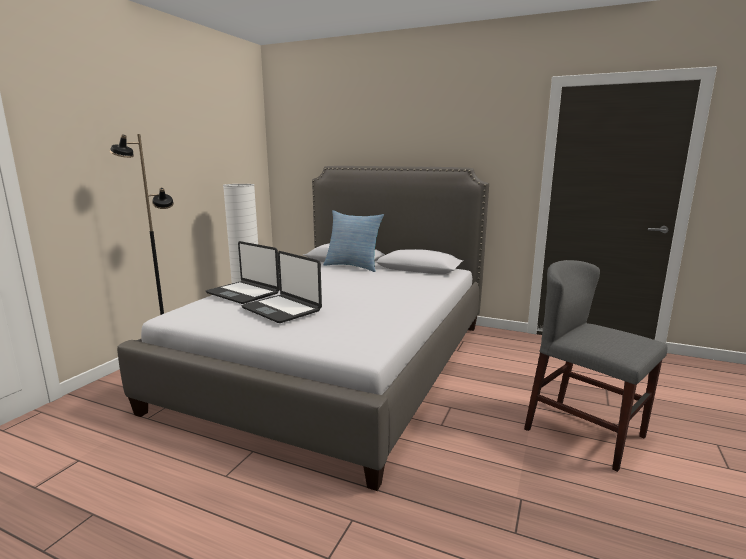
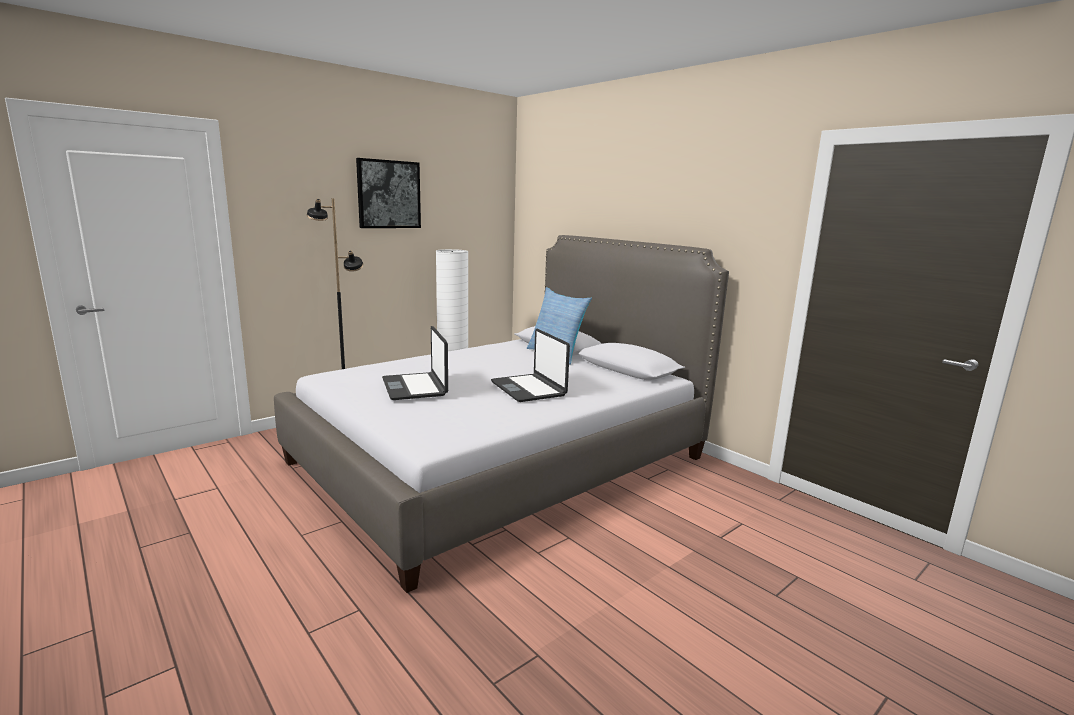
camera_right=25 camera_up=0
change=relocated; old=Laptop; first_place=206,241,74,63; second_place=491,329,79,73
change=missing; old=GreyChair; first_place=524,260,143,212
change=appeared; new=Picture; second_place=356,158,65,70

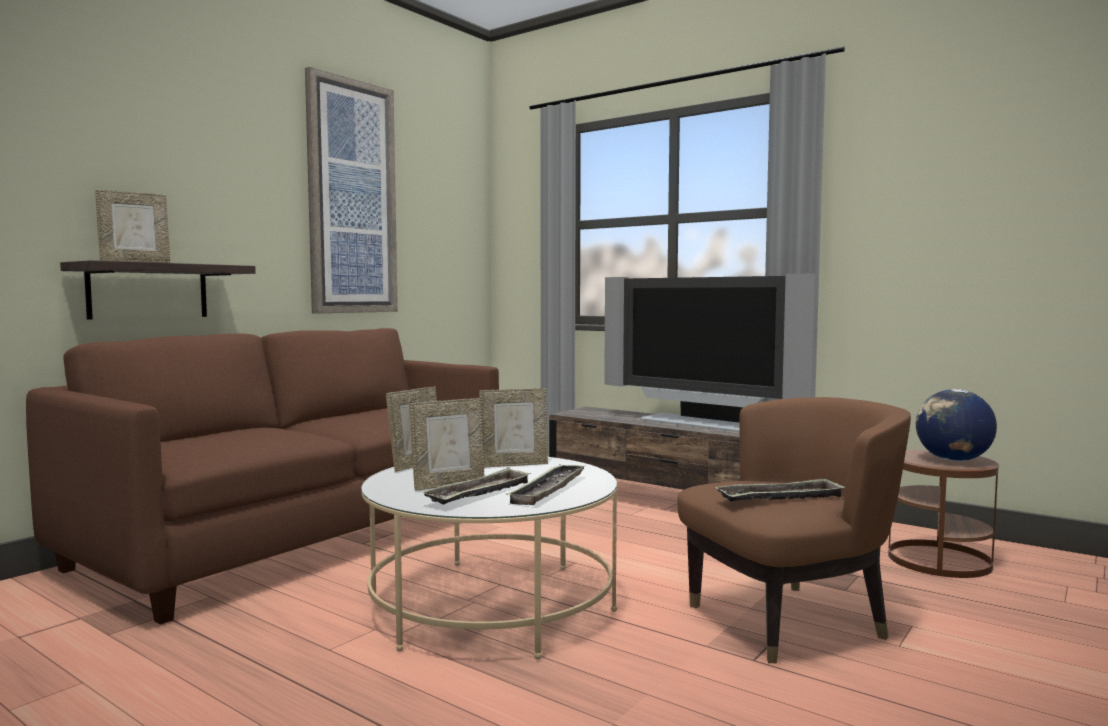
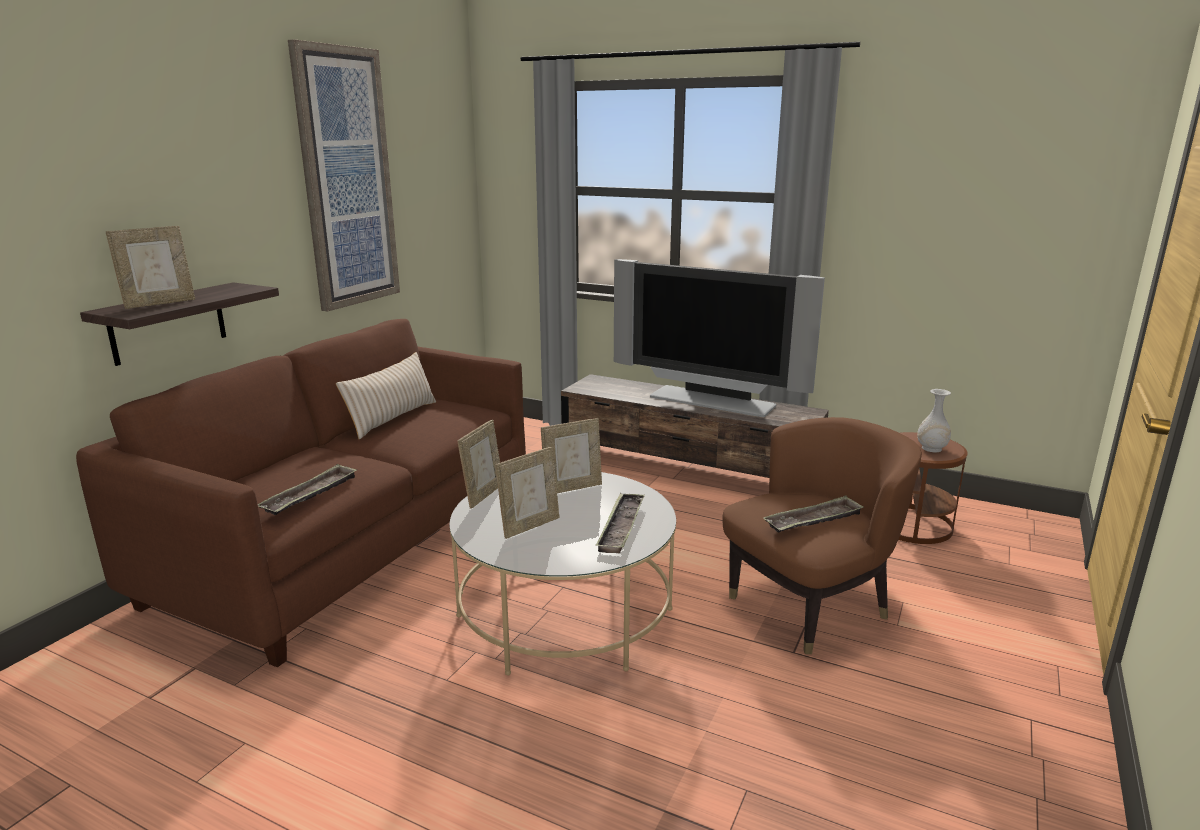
camera_right=-10 camera_up=15
change=relocated; old=Tray; first_place=421,468,110,37; second_place=258,464,99,51
change=exchanged; old=Globe; new=WhiteVase; first_place=916,389,81,72; second_place=917,389,34,63
change=appeared; new=BeigePillow; second_place=336,352,100,87

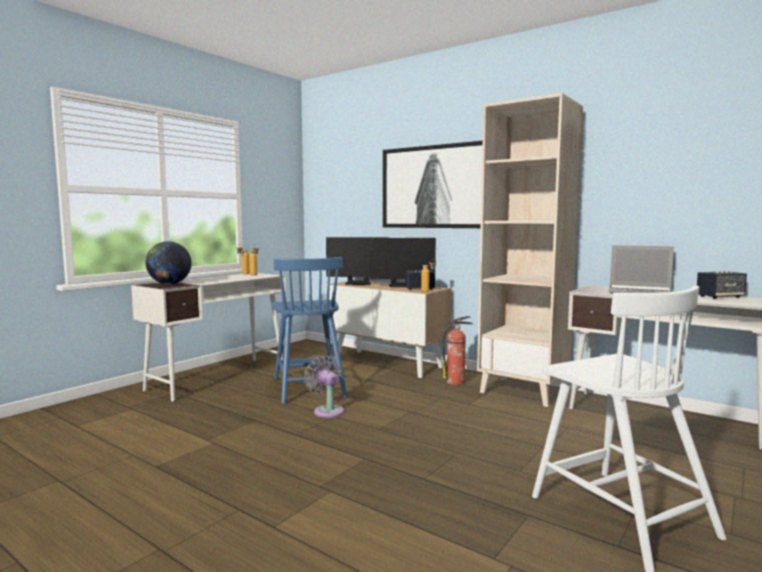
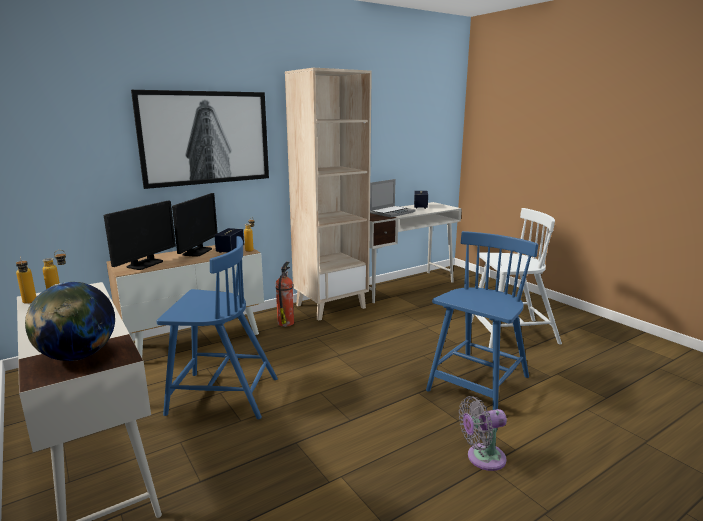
camera_right=-70 camera_up=10
change=relocated; old=GreyFan; first_place=304,355,40,63; second_place=459,396,48,75
change=appeared; new=BlueChair; second_place=426,231,112,179

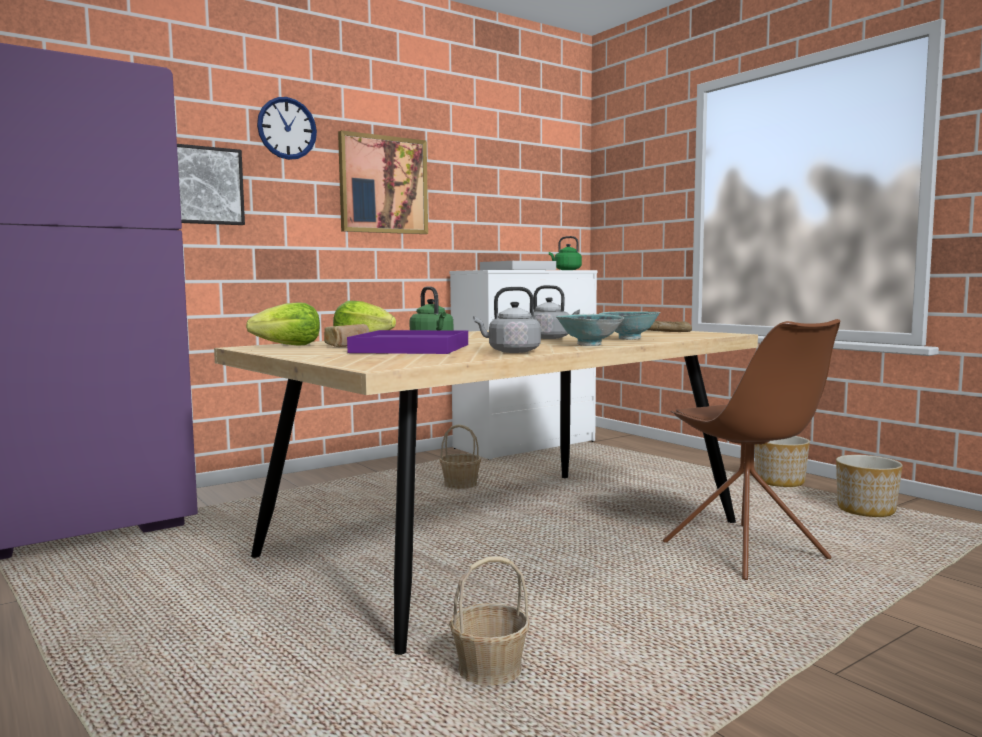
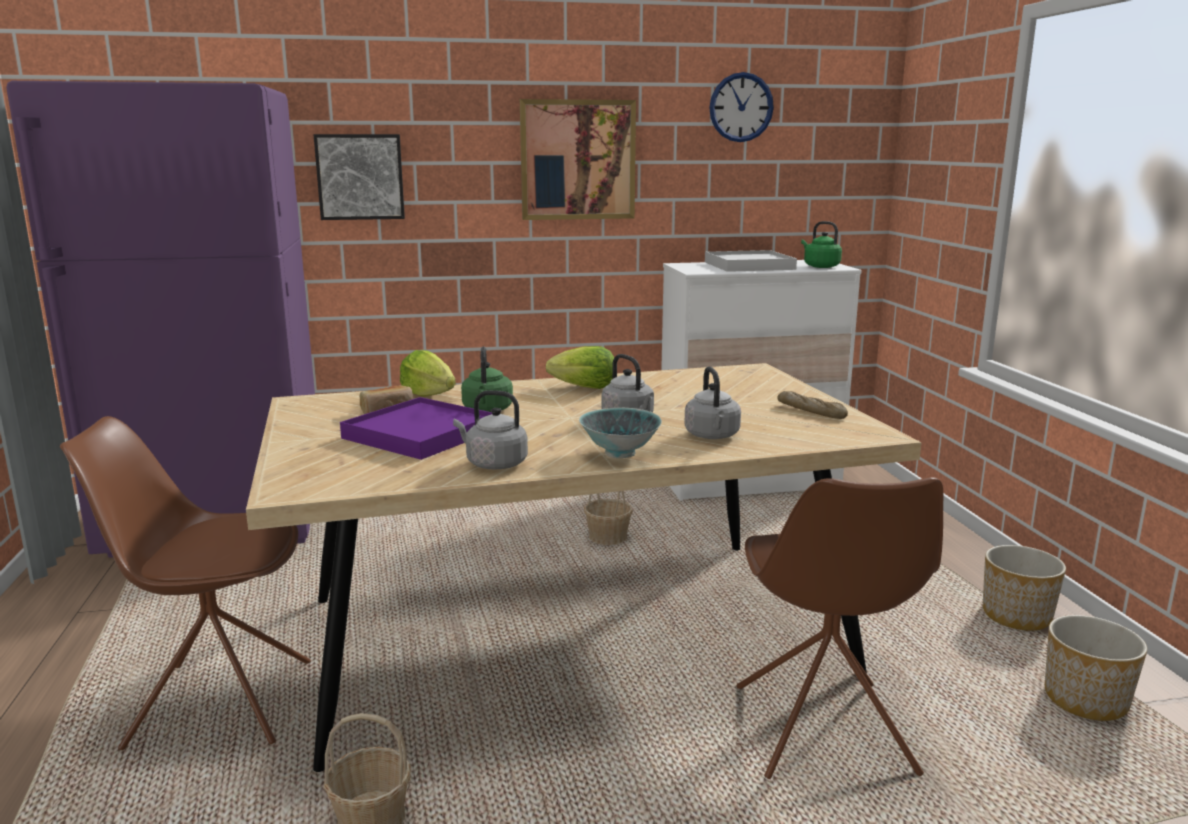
camera_right=25 camera_up=10
change=relocated; old=Lettuce; first_place=246,302,74,44; second_place=546,346,68,43
change=relocated; old=WallClock; first_place=257,97,60,63; second_place=709,72,65,70
change=exchanged; old=Bowl; new=GreyKettle; first_place=599,311,61,29; second_place=684,366,57,73
change=appeared; new=BrownChair; second_place=60,416,250,334

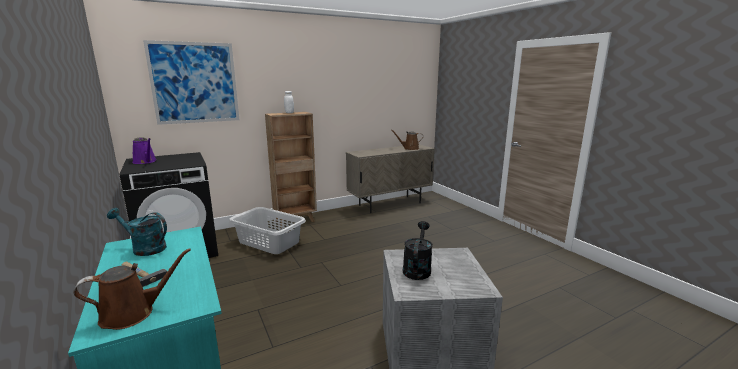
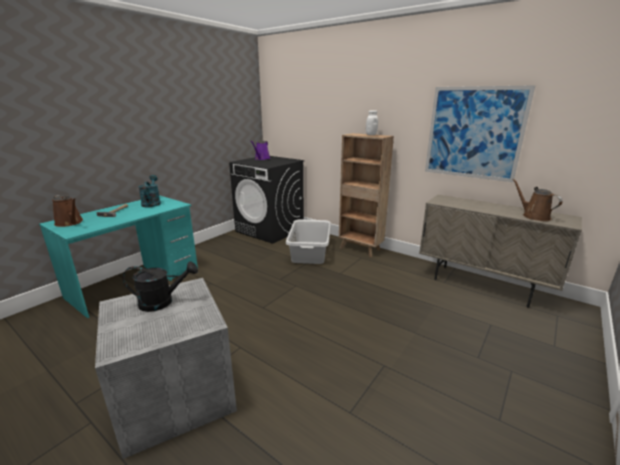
camera_right=65 camera_up=5
change=relocated; old=Picture; first_place=143,40,96,85; second_place=425,85,110,97

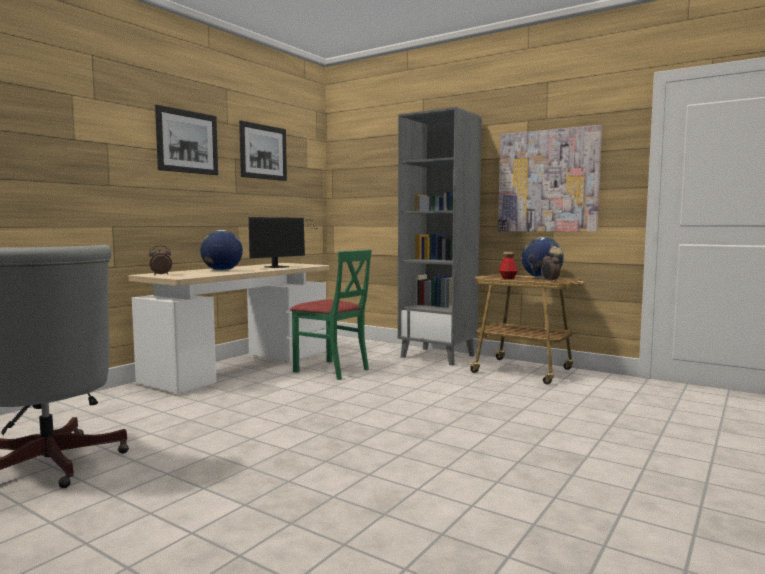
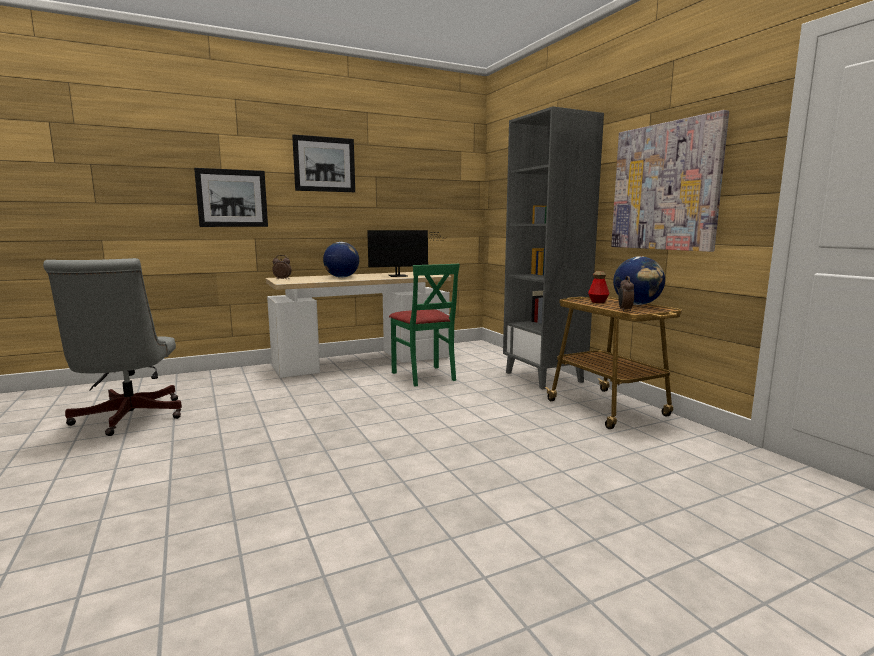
camera_right=30 camera_up=5
change=relocated; old=Picture; first_place=239,121,48,60; second_place=194,168,74,59

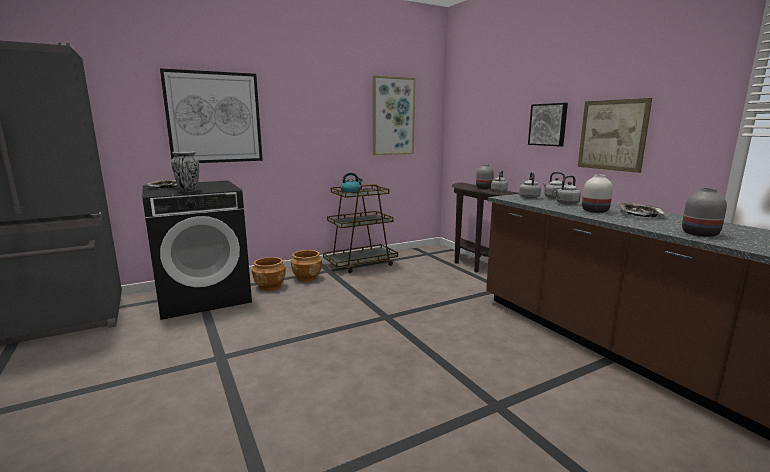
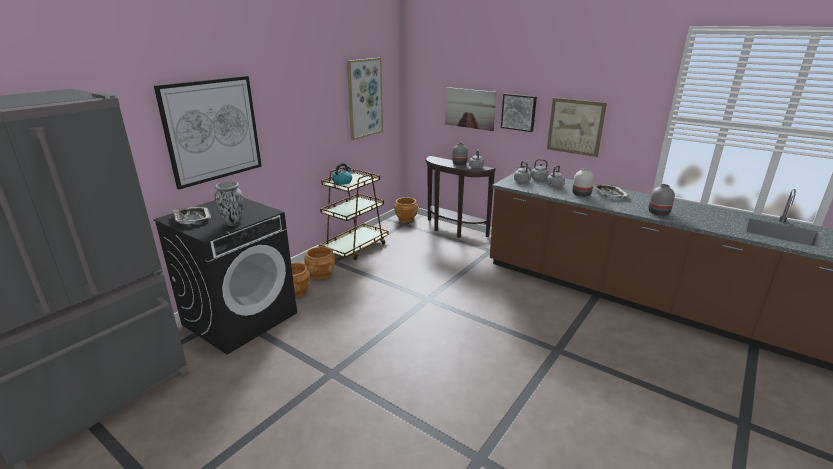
camera_right=-25 camera_up=10
change=appeared; new=BrownPlanter; second_place=394,197,24,25
change=appeared; new=Picture; second_place=445,87,51,44

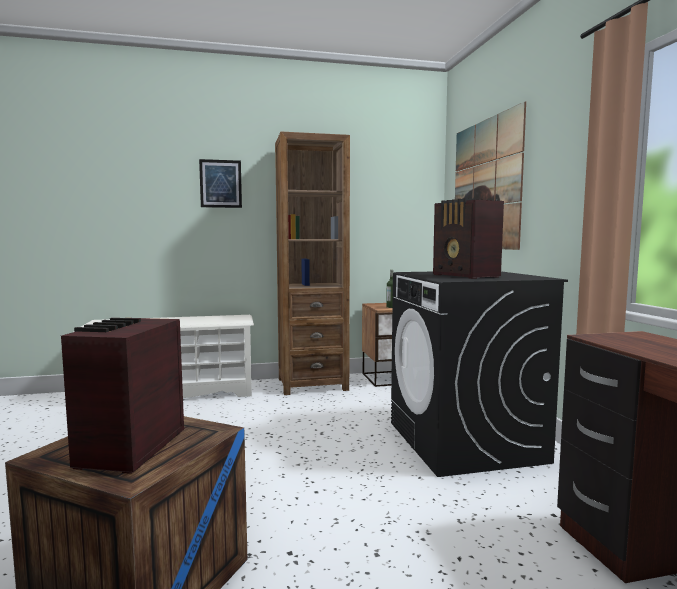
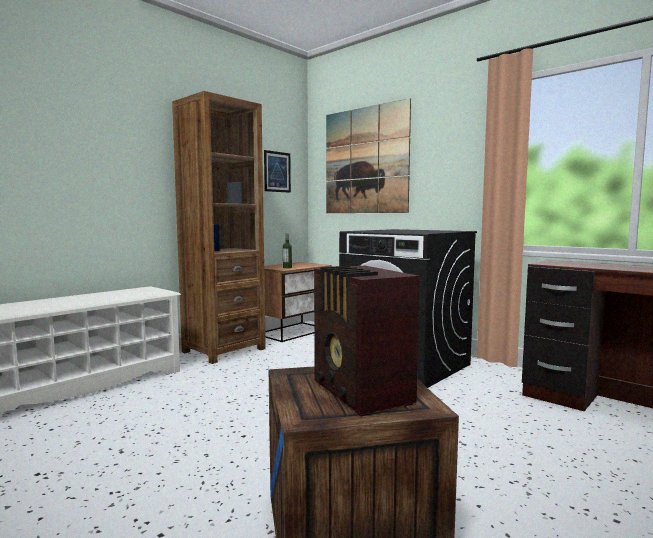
camera_right=-35 camera_up=0
change=relocated; old=Picture; first_place=199,159,43,49; second_place=264,150,27,43
change=missing; old=Radio; first_place=433,198,71,81

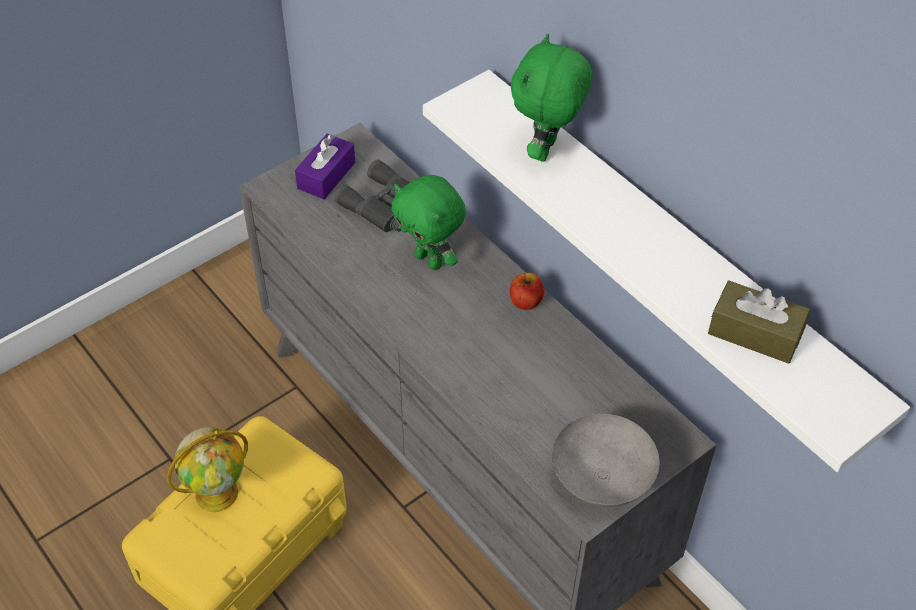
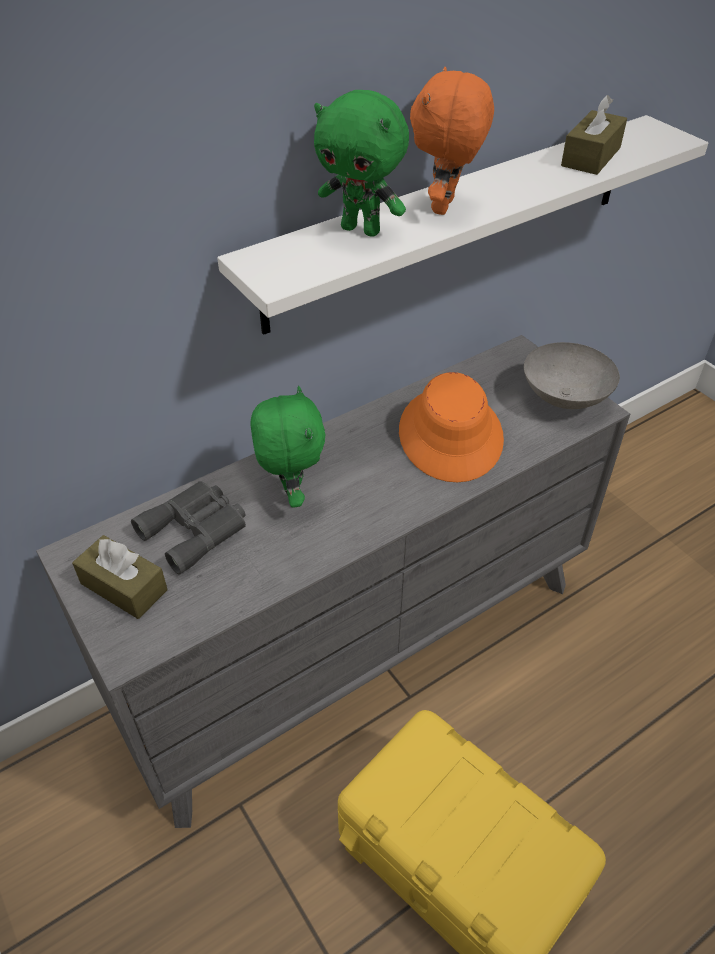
camera_right=-85 camera_up=-5
change=missing; old=Globe; first_place=167,427,81,85
change=colour; old=PurpleTissueBox; new=BrownTissueBox; first_place=295,134,60,65; second_place=72,535,96,84
change=spun; old=GreenPlushToy; first_place=391,175,75,95; second_place=251,386,75,122; degrees=-60
change=missing; old=Apple; first_place=510,273,35,37
change=appeared; new=OrangeHat; second_place=399,372,105,110
change=appeared; new=OrangePlushToy; second_place=410,67,84,148

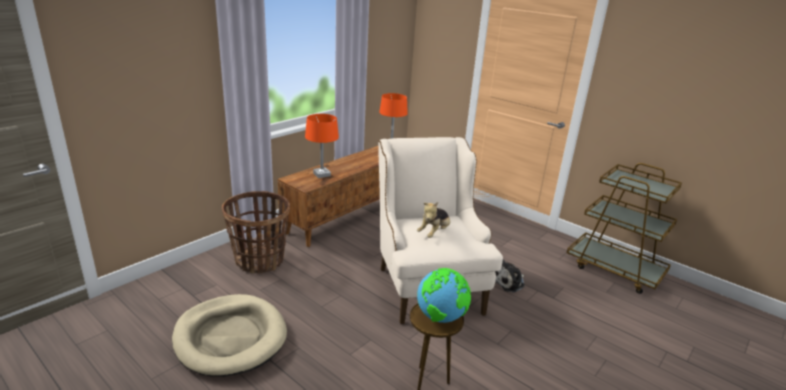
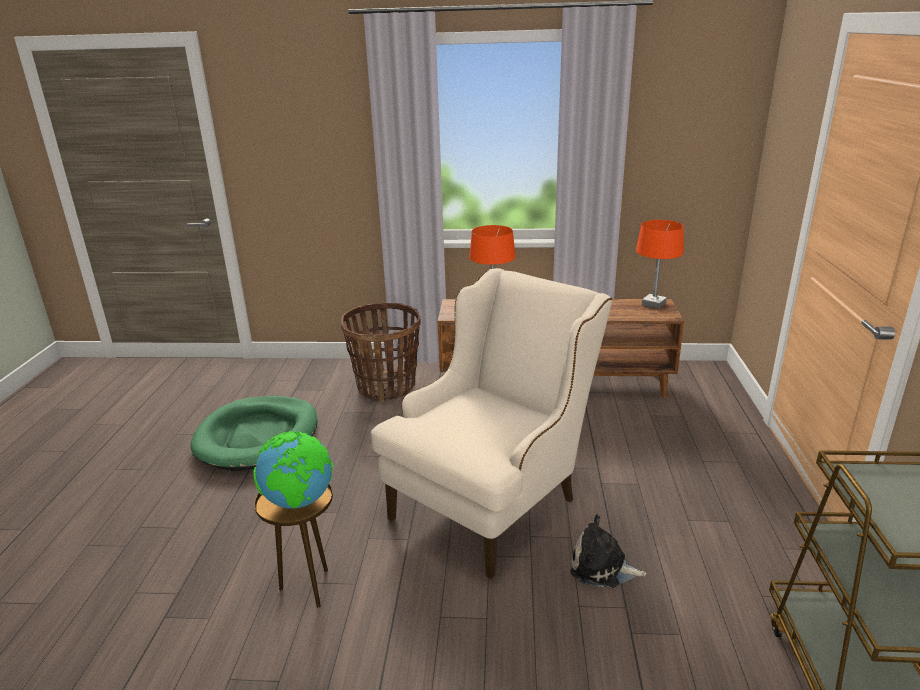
camera_right=55 camera_up=0
change=colour; old=BeigeDogBed; new=GreenDogBed; first_place=172,294,115,83; second_place=191,396,127,75
change=missing; old=PlushToy; first_place=417,202,33,36

